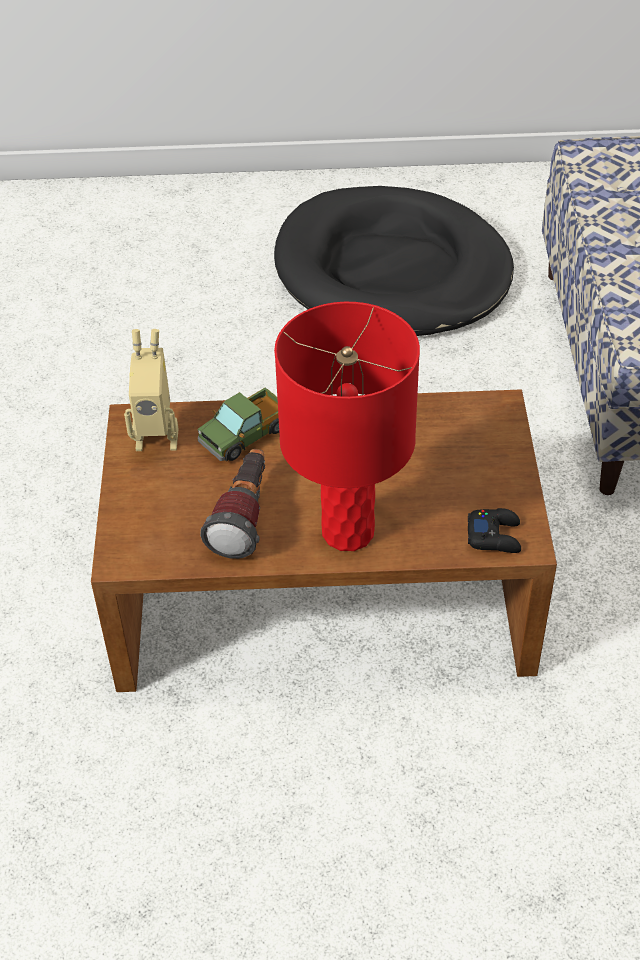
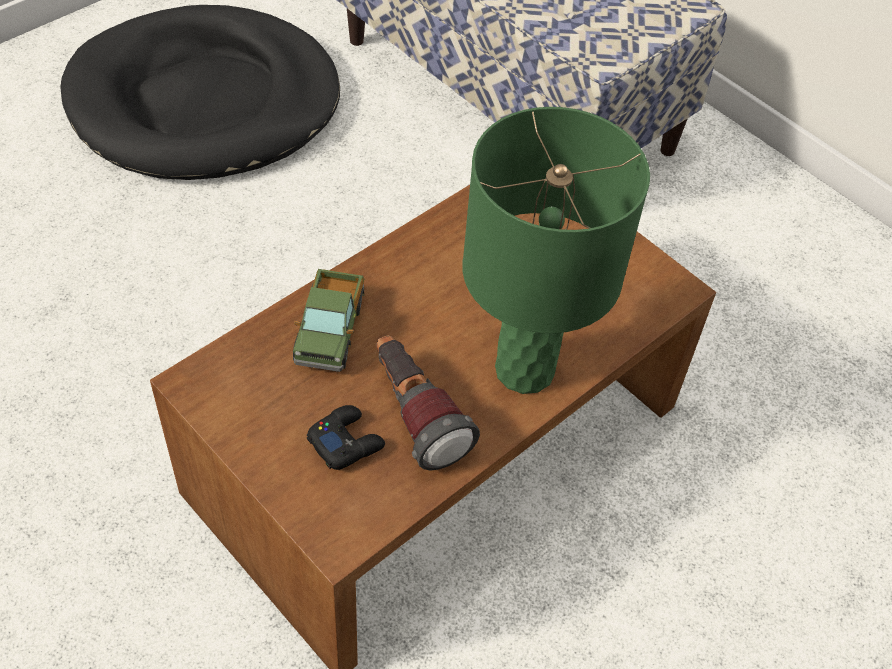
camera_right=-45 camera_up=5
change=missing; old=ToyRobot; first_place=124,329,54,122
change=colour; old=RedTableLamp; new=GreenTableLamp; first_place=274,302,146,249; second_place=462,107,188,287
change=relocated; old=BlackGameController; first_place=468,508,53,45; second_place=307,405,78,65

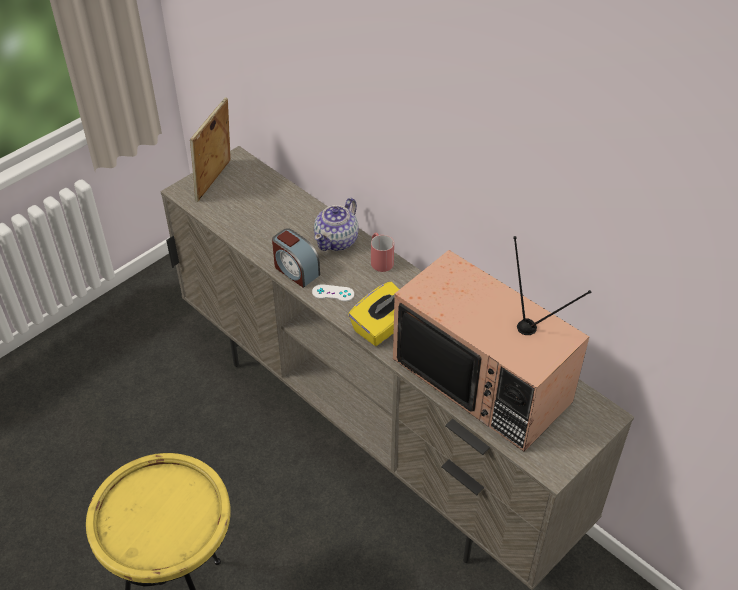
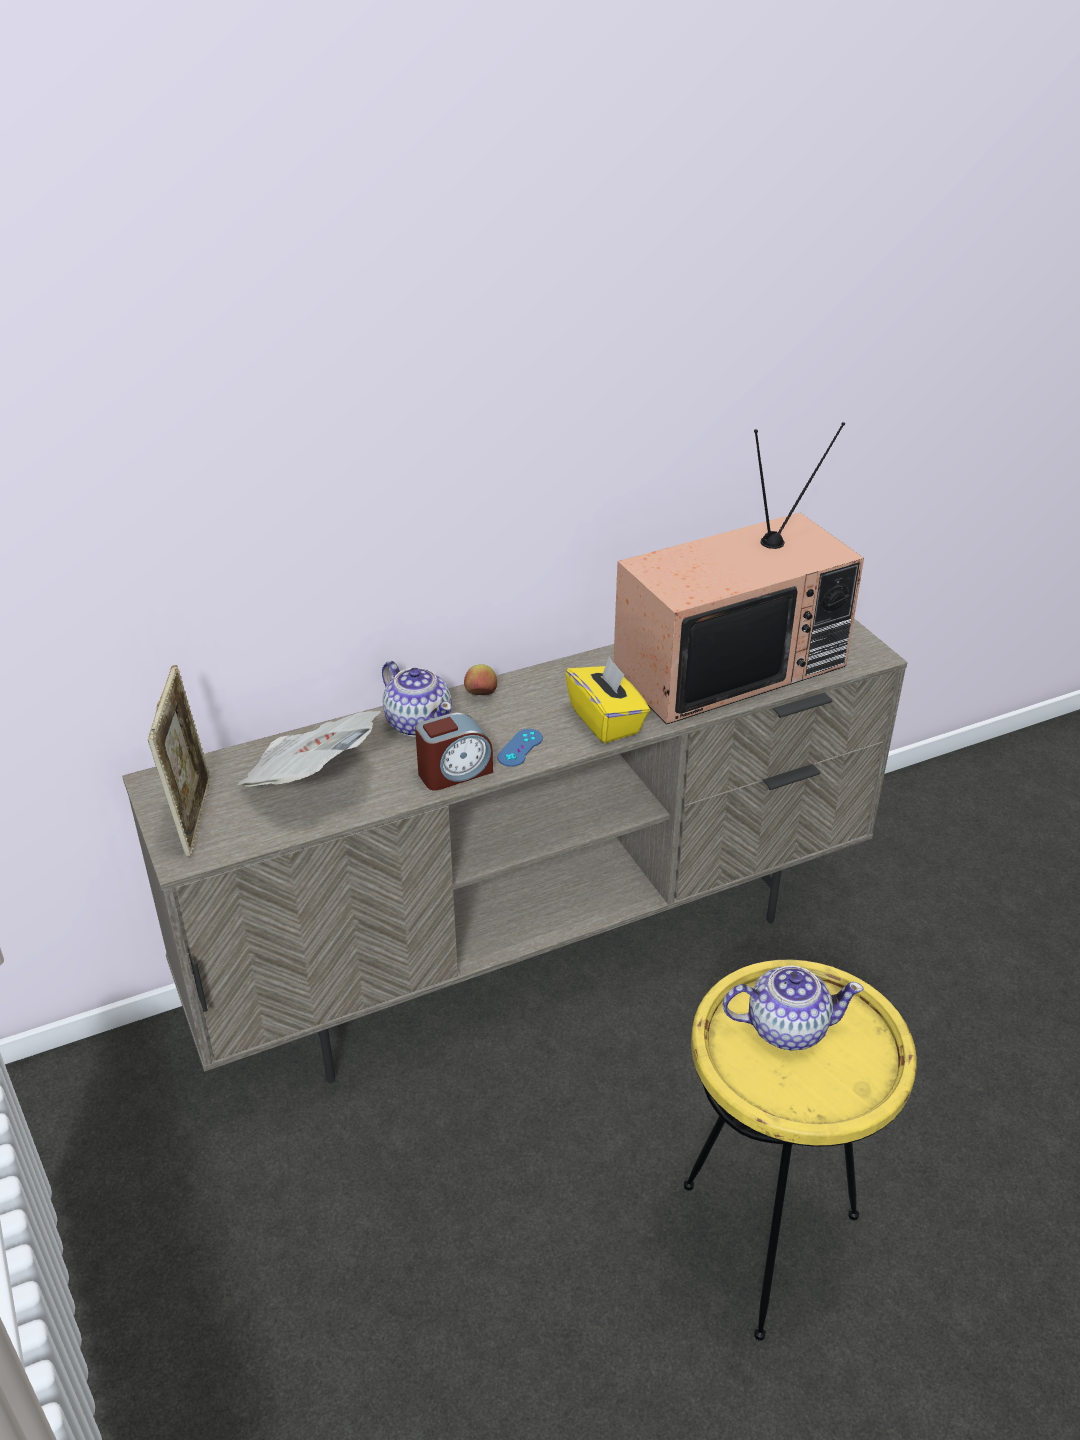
camera_right=-70 camera_up=-10
change=spun; old=PictureFrame; first_place=190,98,41,104; second_place=148,665,63,192; degrees=-135
change=colour; old=WhiteGameController; new=BlueGameController; first_place=312,284,42,17; second_place=497,729,46,38
change=exchanged; old=RedMug; new=Apple; first_place=371,233,23,39; second_place=464,664,33,31
change=appeared; new=Newspaper; second_place=237,711,144,76
change=appeared; new=Teapot; second_place=723,966,141,85

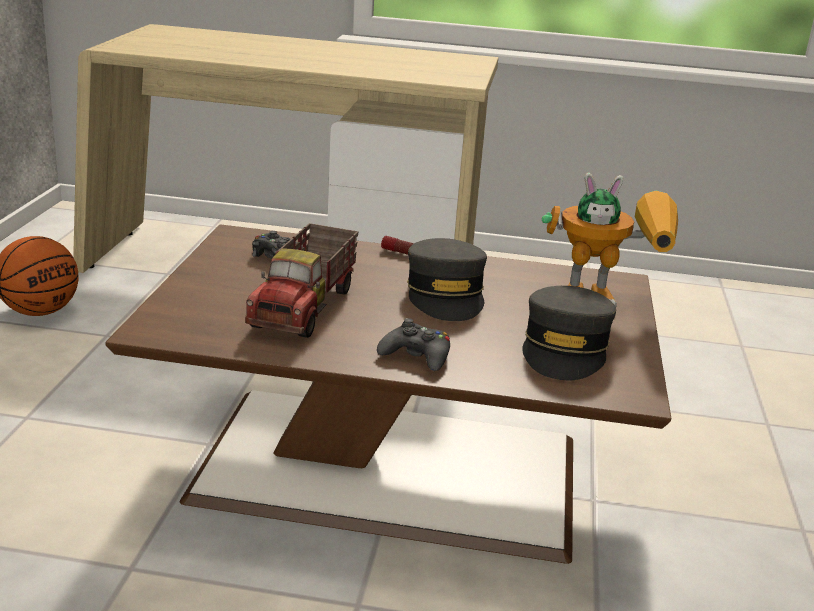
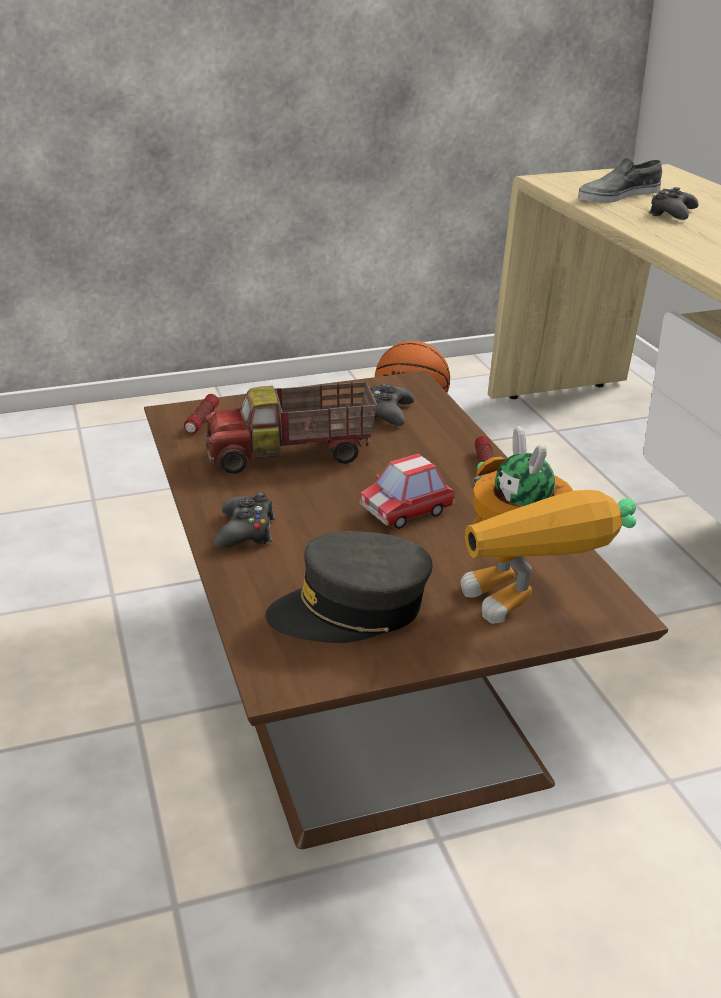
camera_right=65 camera_up=5
change=exchanged; old=GreyCap; new=ToyCar; first_place=407,238,80,83; second_place=360,454,95,75
change=appeared; new=Flashlight; second_place=184,394,35,39
change=appeared; new=GreyShoe; second_place=578,158,84,45
change=appeared; new=BlackGameController; second_place=649,187,50,33

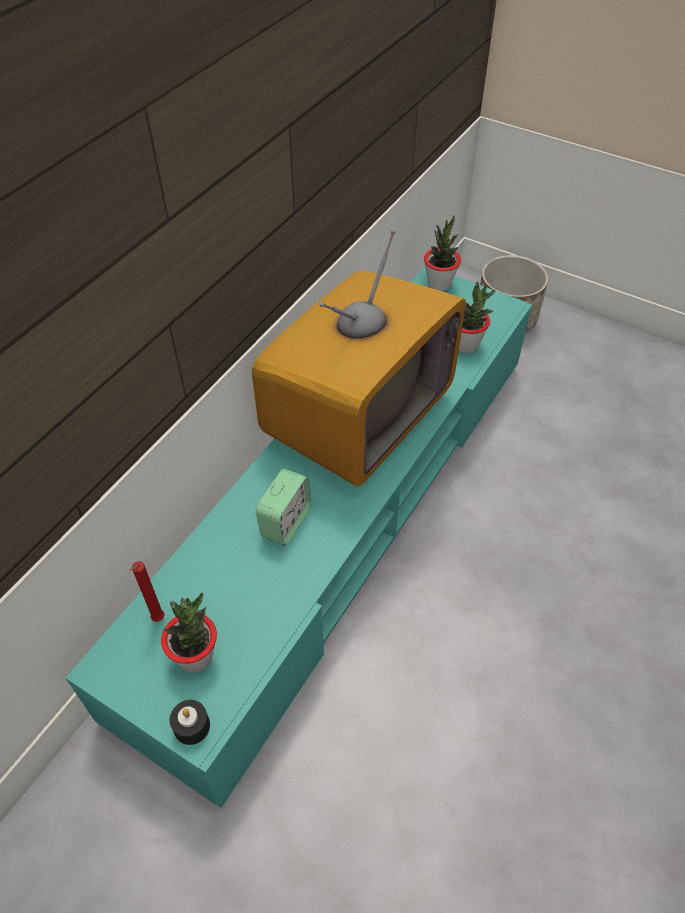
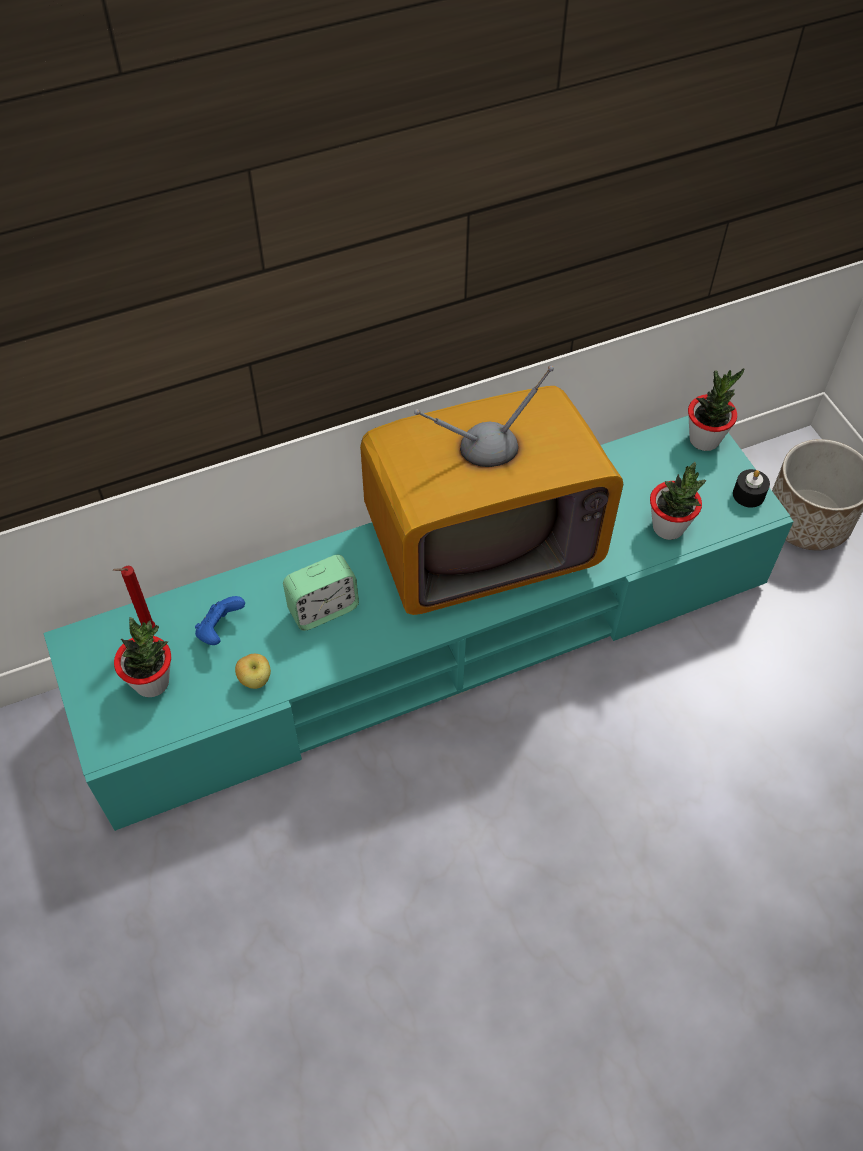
camera_right=35 camera_up=5
change=relocated; old=BlackCandle; first_place=170,700,40,45; second_place=733,469,37,39
change=appeared; new=BlueGameController; second_place=195,596,50,49
change=appeared; new=Apple; second_place=235,654,36,35

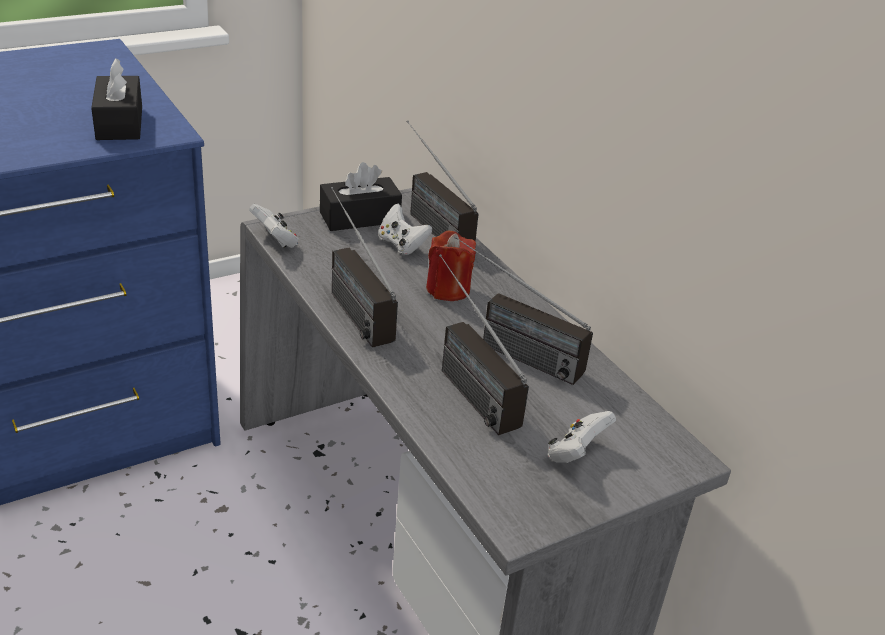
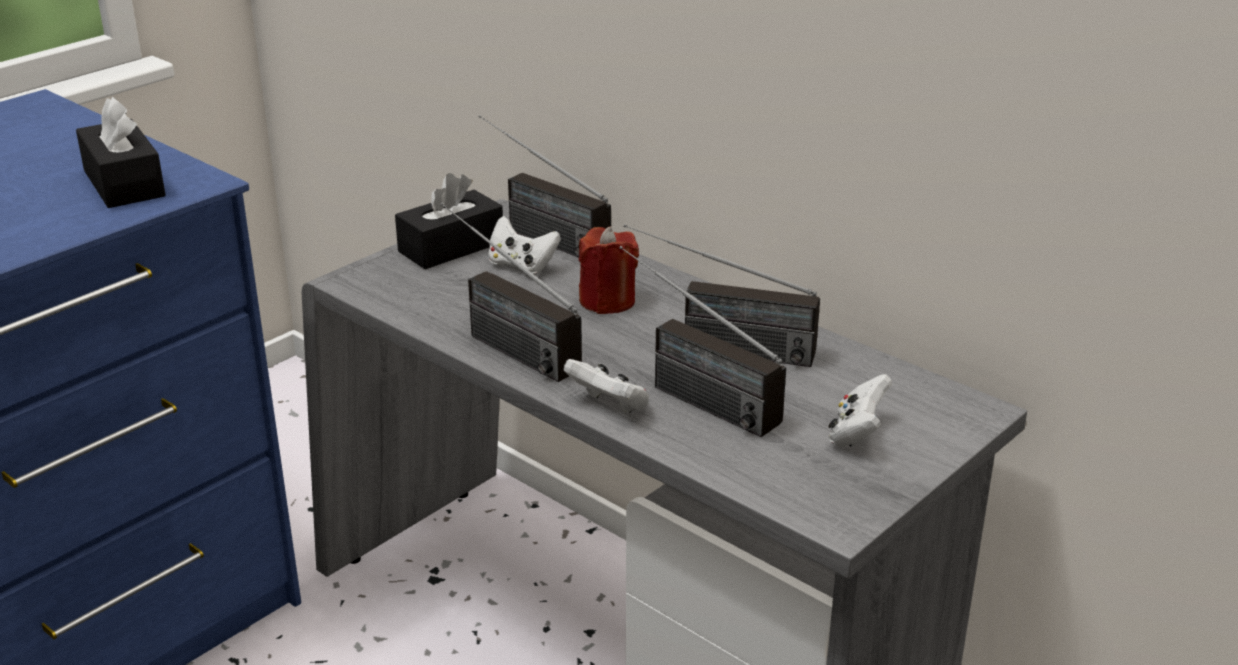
camera_right=-15 camera_up=-5
change=relocated; old=WhiteGameController; first_place=249,204,50,44; second_place=563,359,86,54

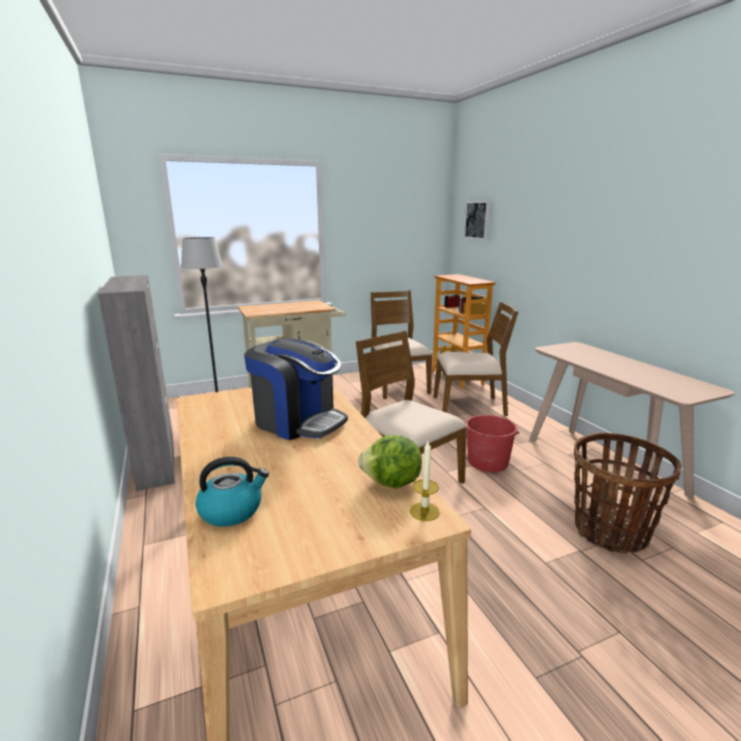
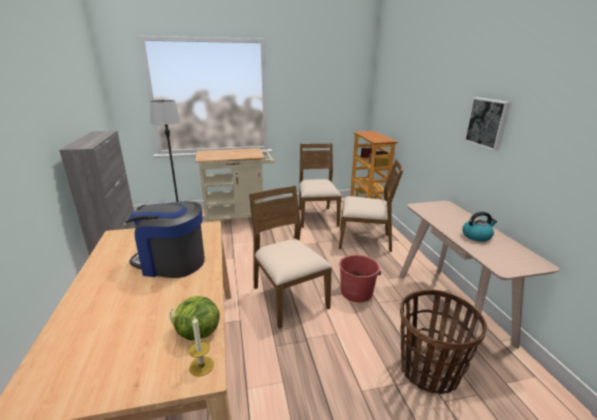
camera_right=10 camera_up=5
change=relocated; old=Kettle; first_place=195,456,74,71; second_place=462,212,35,30
change=spun; old=CoffeeMachine; first_place=244,339,104,101; second_place=125,201,80,77; degrees=150
change=relocated; old=Picture; first_place=464,201,27,38; second_place=464,97,47,53

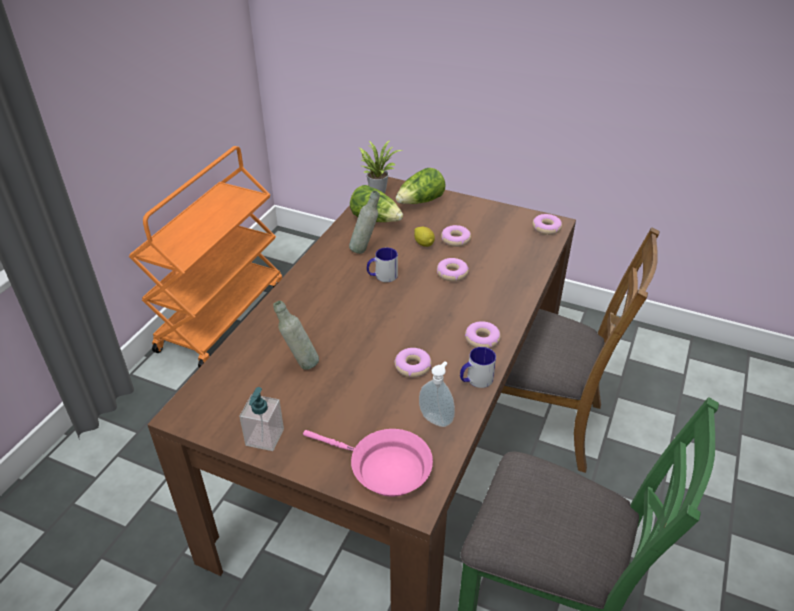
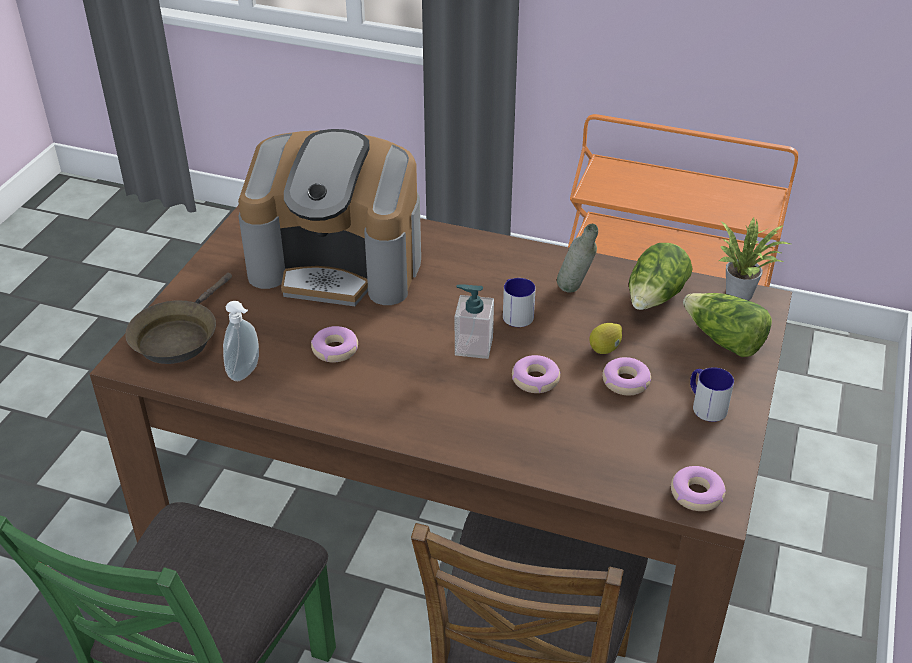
camera_right=85 camera_up=0
change=relocated; old=SoapDispenser; first_place=239,387,45,64; second_place=455,284,39,75
change=exchanged; old=GreyBottle; new=CoffeeMachine; first_place=273,301,46,69; second_place=238,129,183,177
change=colour; old=PinkFryingPan; new=BrownFryingPan; first_place=303,429,130,68; second_place=125,273,107,91
change=relocated; old=Mug; first_place=460,347,36,41; second_place=690,367,44,55
change=missing; old=Donut; first_place=465,321,36,27

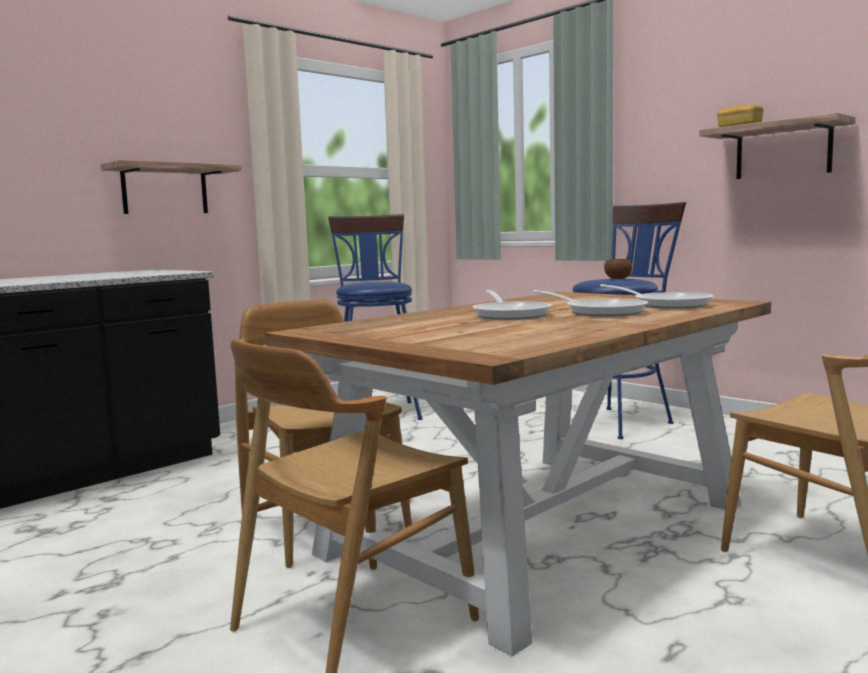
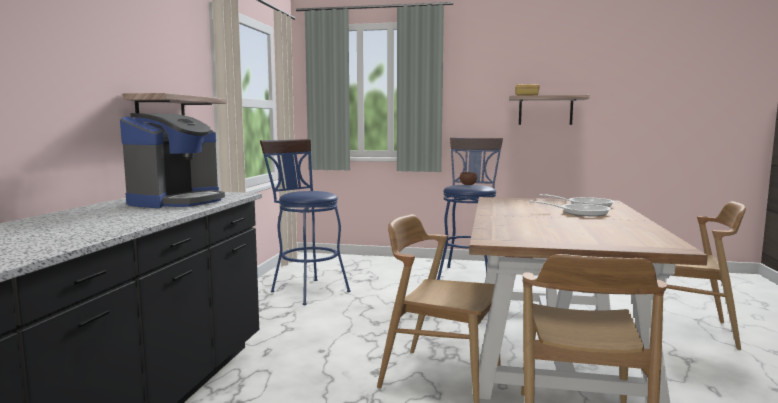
camera_right=-35 camera_up=0
change=missing; old=FryingPan; first_place=473,290,79,30
change=appeared; new=CoffeeMachine; second_place=120,113,105,95

